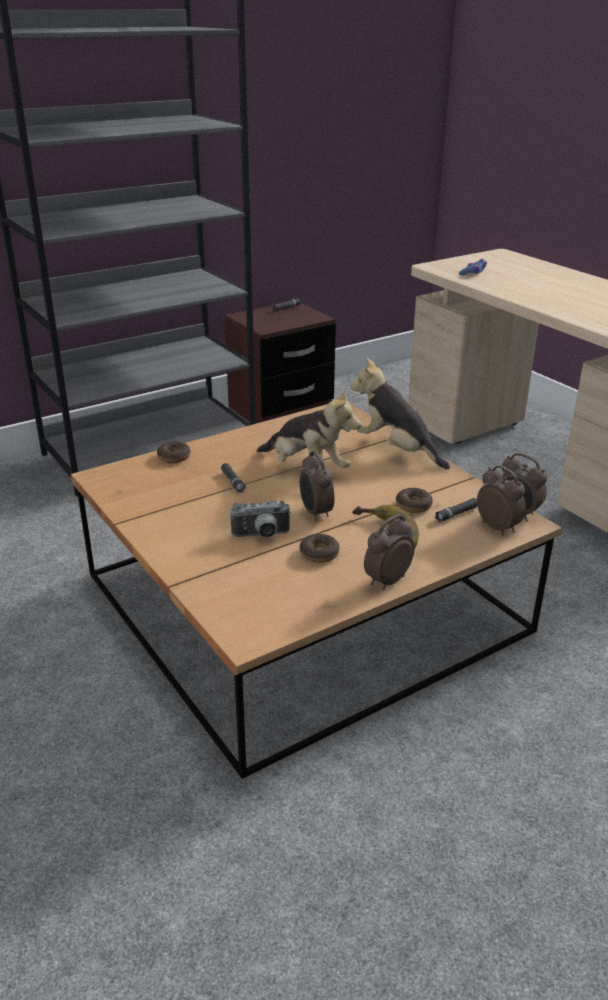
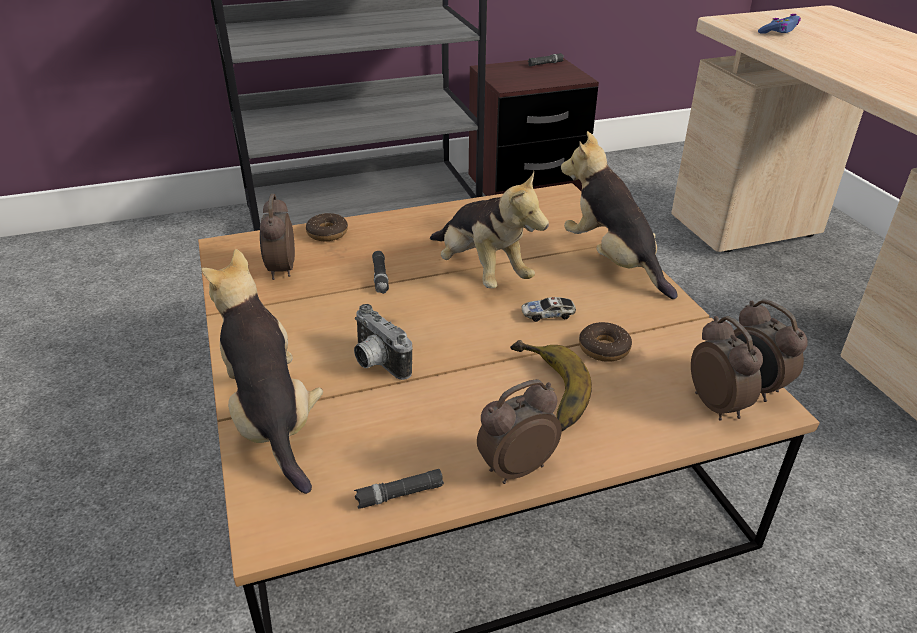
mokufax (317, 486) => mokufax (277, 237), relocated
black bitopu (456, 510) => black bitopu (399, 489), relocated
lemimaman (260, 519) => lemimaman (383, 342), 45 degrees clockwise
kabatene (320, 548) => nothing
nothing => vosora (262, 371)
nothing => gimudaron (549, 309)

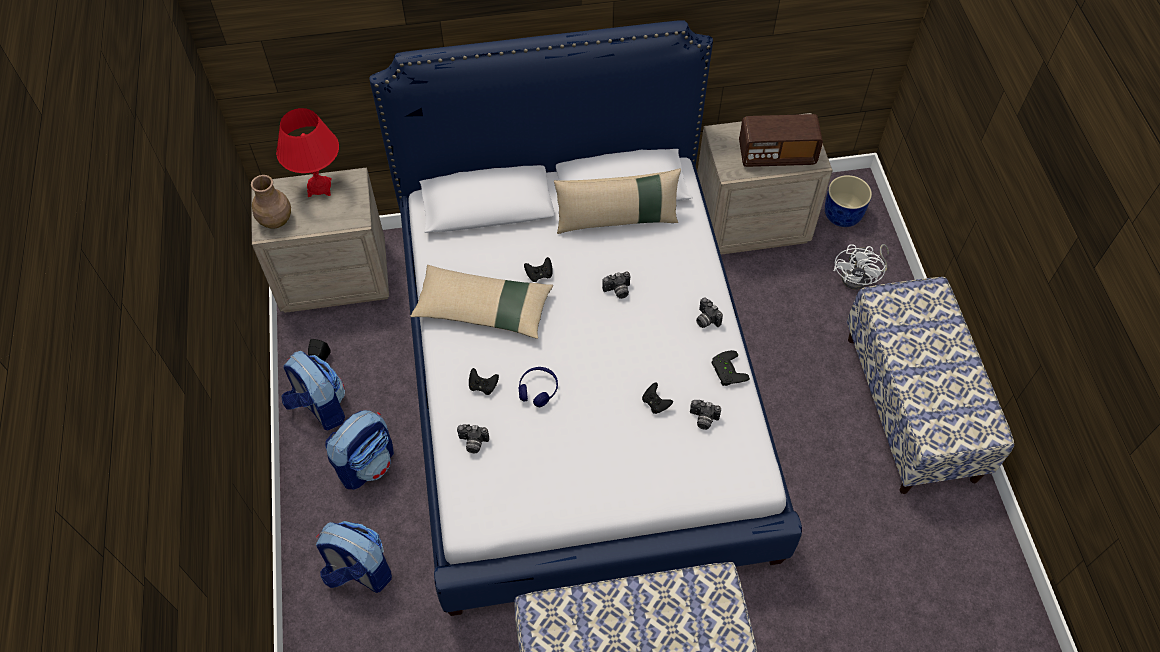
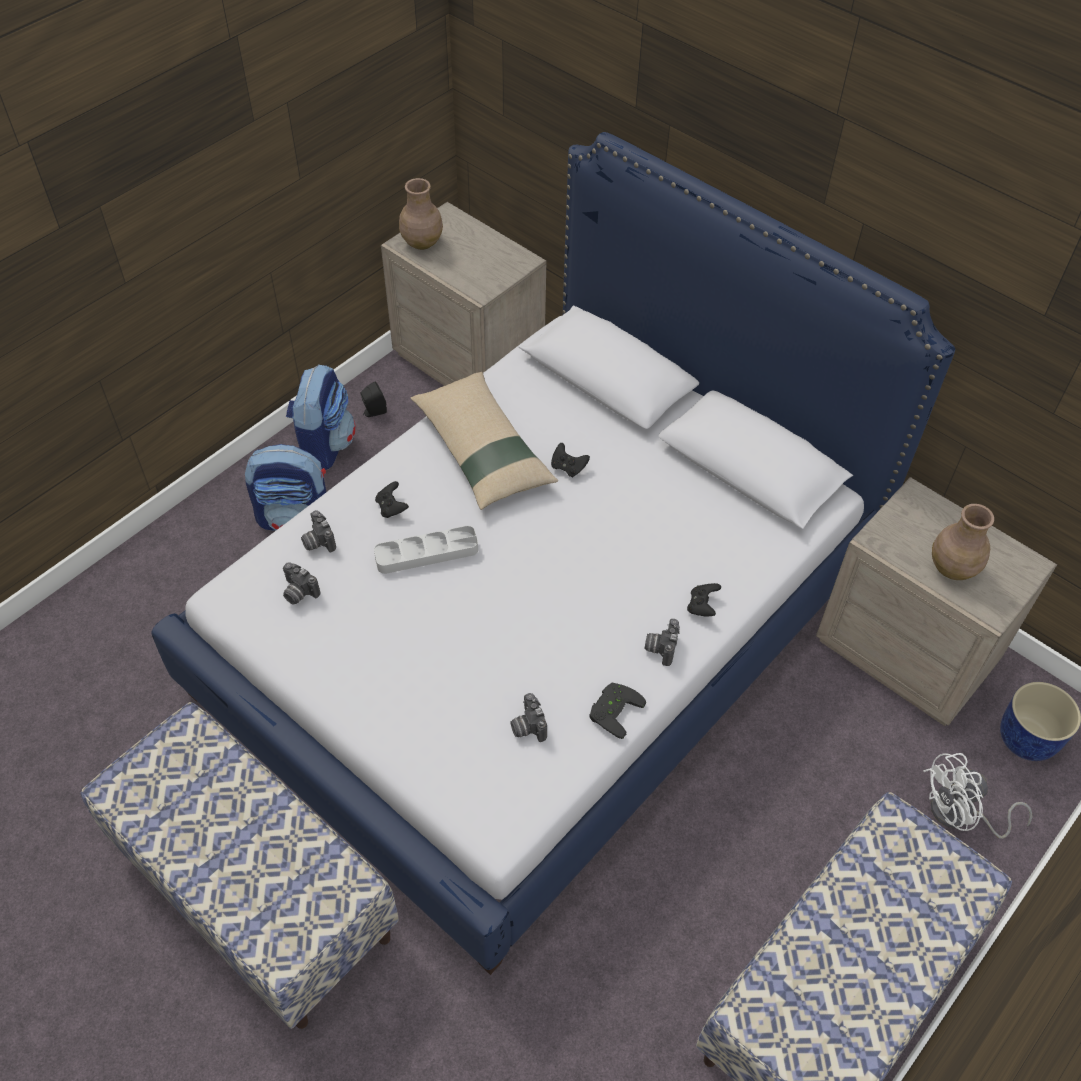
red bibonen (307, 152) => nothing
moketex (781, 140) => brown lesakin (963, 542)
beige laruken (617, 201) => nothing
lemimaman (616, 285) => lemimaman (301, 583), relocated
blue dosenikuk (538, 387) => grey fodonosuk (426, 550)
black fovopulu (657, 398) => black fovopulu (704, 599), relocated
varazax (354, 557) => nothing

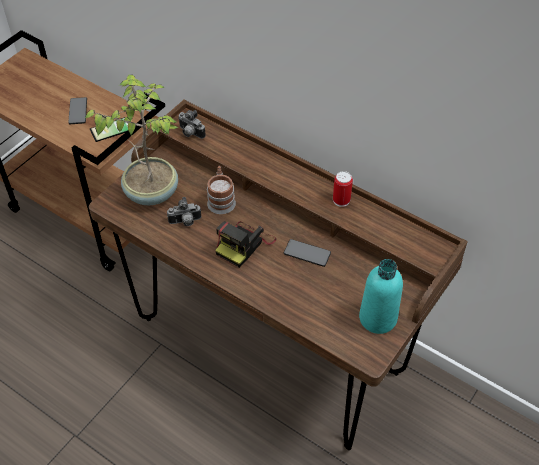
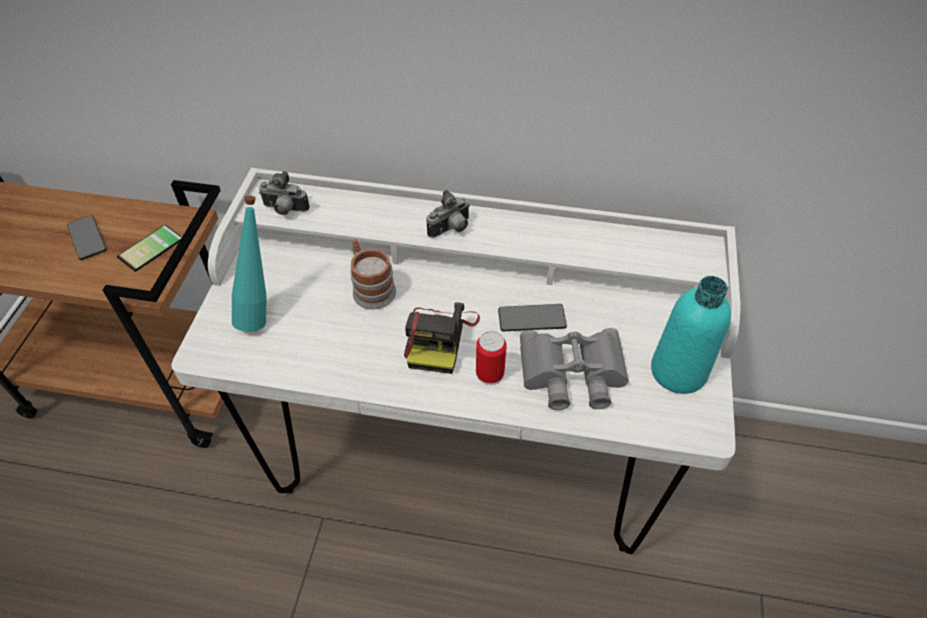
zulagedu (132, 140) => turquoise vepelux (249, 264)
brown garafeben (278, 274) => white garafeben (455, 361)
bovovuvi (343, 189) => bovovuvi (491, 358), relocated
lemimaman (184, 211) => lemimaman (448, 214), relocated
nothing => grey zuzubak (574, 369)

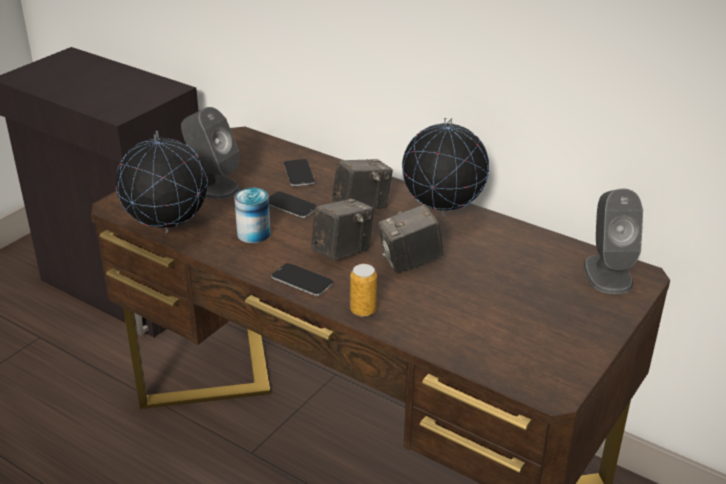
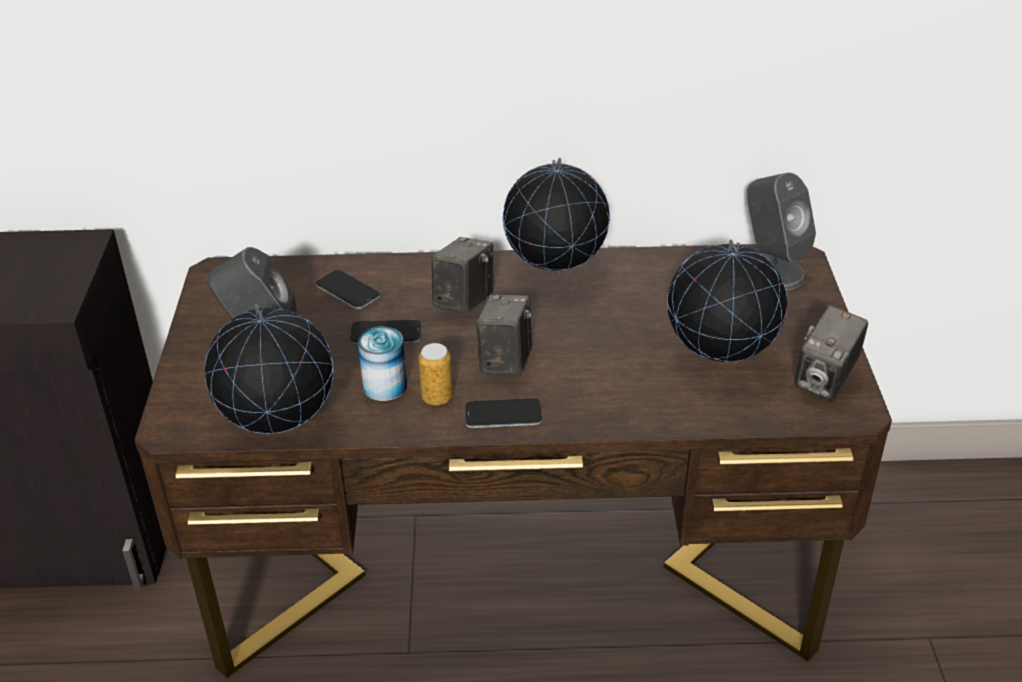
lemimaman (411, 239) => lemimaman (831, 353), relocated
bovovuvi (363, 290) => bovovuvi (435, 374), relocated
nothing => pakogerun (727, 300)

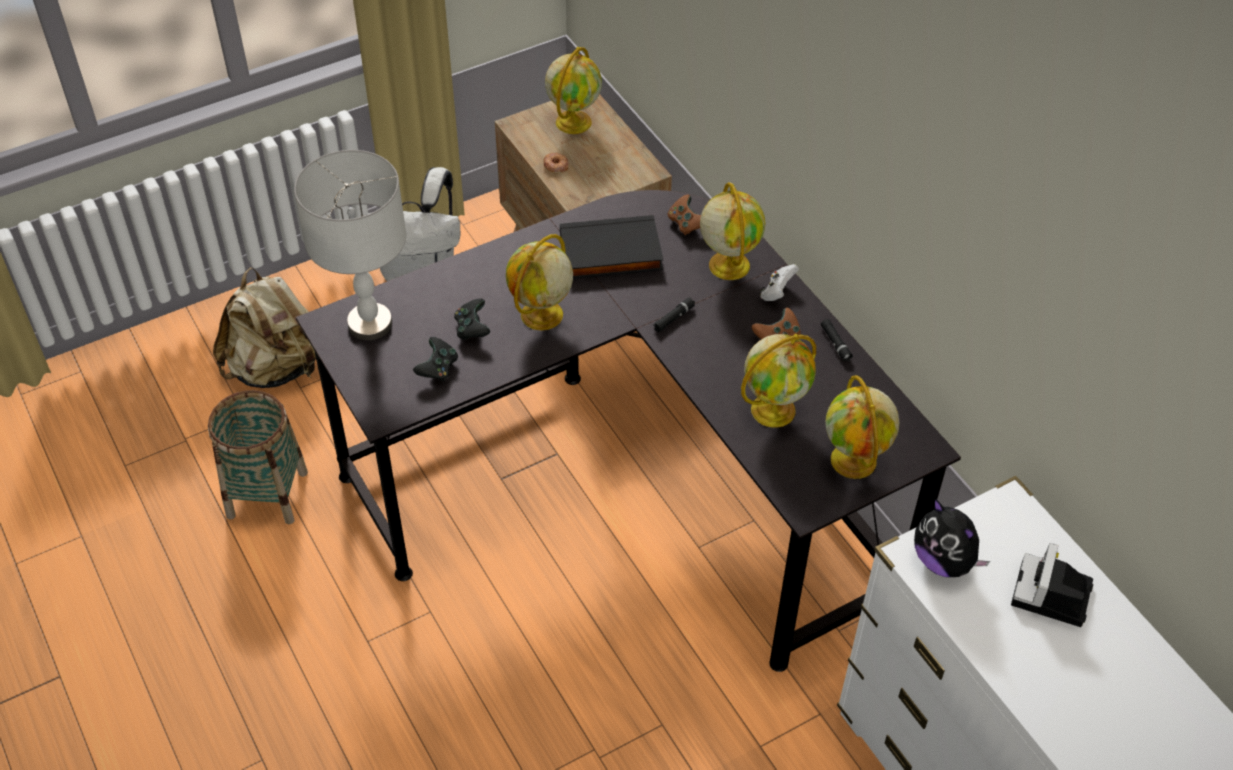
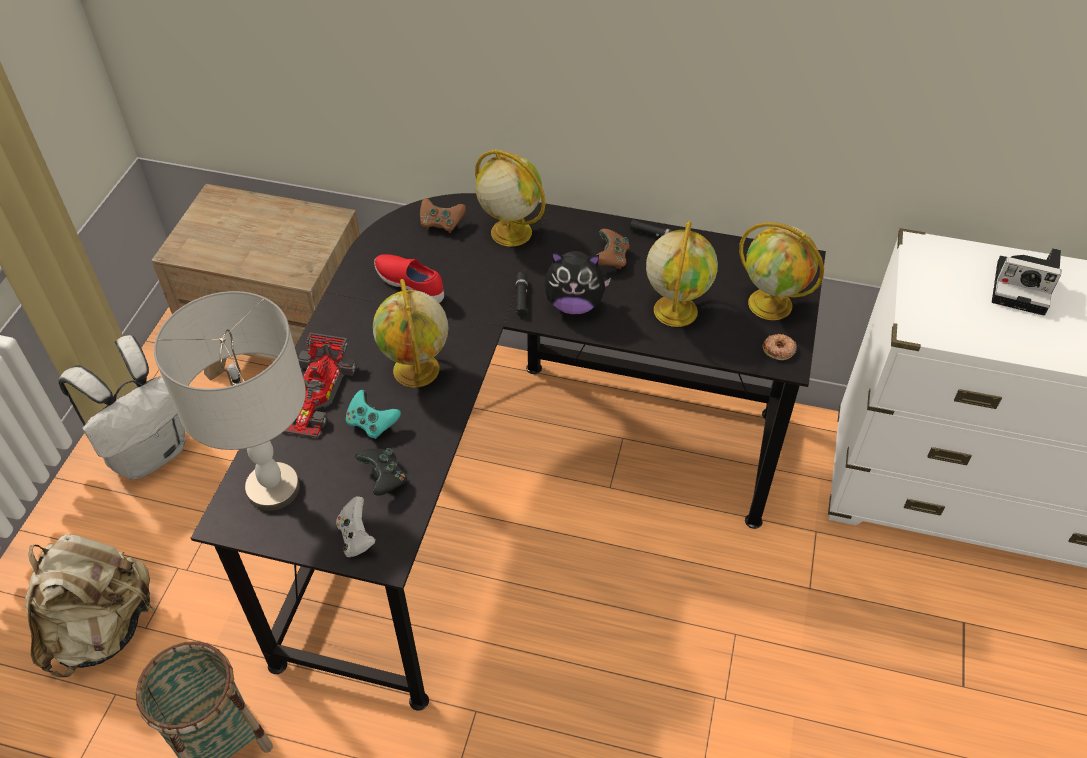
pakogerun (573, 90) => nothing
kabatene (556, 162) => kabatene (780, 347), relocated
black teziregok (611, 247) => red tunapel (409, 278)
white fovopulu (779, 282) => white fovopulu (356, 527), relocated
black fovopulu (472, 319) => turquoise fovopulu (373, 414)
vosora (952, 537) => vosora (577, 282), relocated
lemimaman (1052, 585) => lemimaman (1026, 282), 45 degrees counterclockwise
nothing => gimudaron (320, 385)

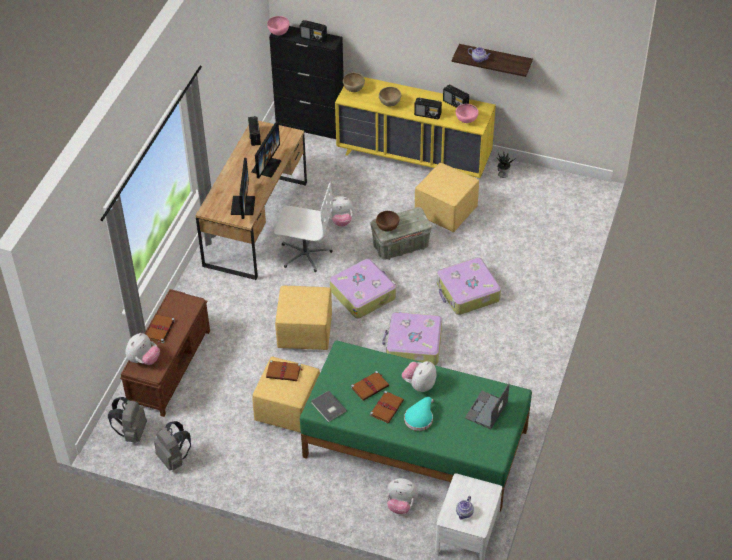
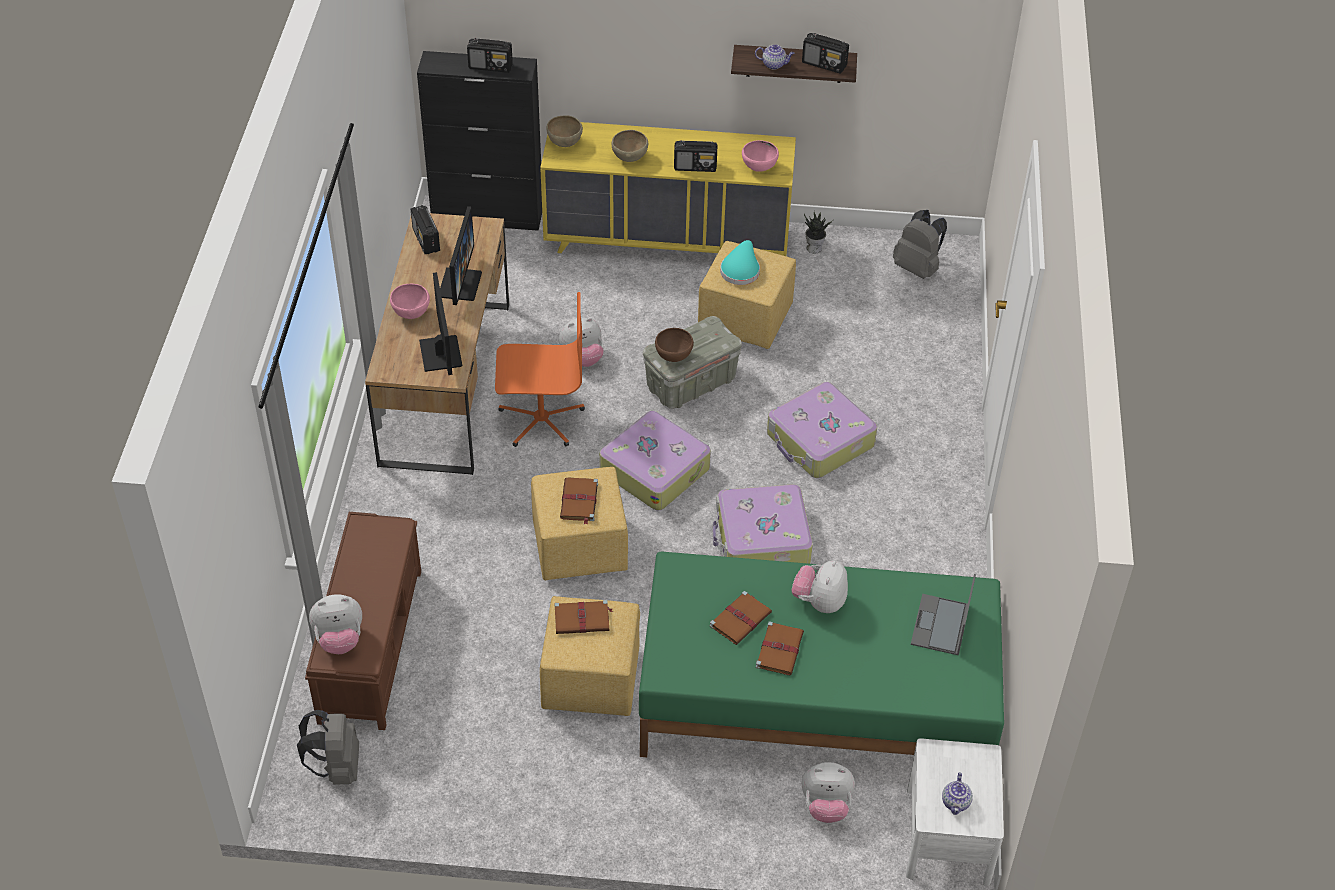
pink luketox (278, 26) => pink luketox (410, 301), relocated
moketex (456, 96) => moketex (825, 53), relocated
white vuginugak (303, 226) => orange vuginugak (540, 369)
brown teziregok (160, 329) => brown teziregok (579, 501), relocated
vosora (142, 349) => vosora (335, 624), 60 degrees clockwise
grey teziregok (329, 406) => nothing
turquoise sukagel (418, 414) => turquoise sukagel (740, 262), relocated
grey varazax (172, 446) => grey varazax (920, 244), relocated

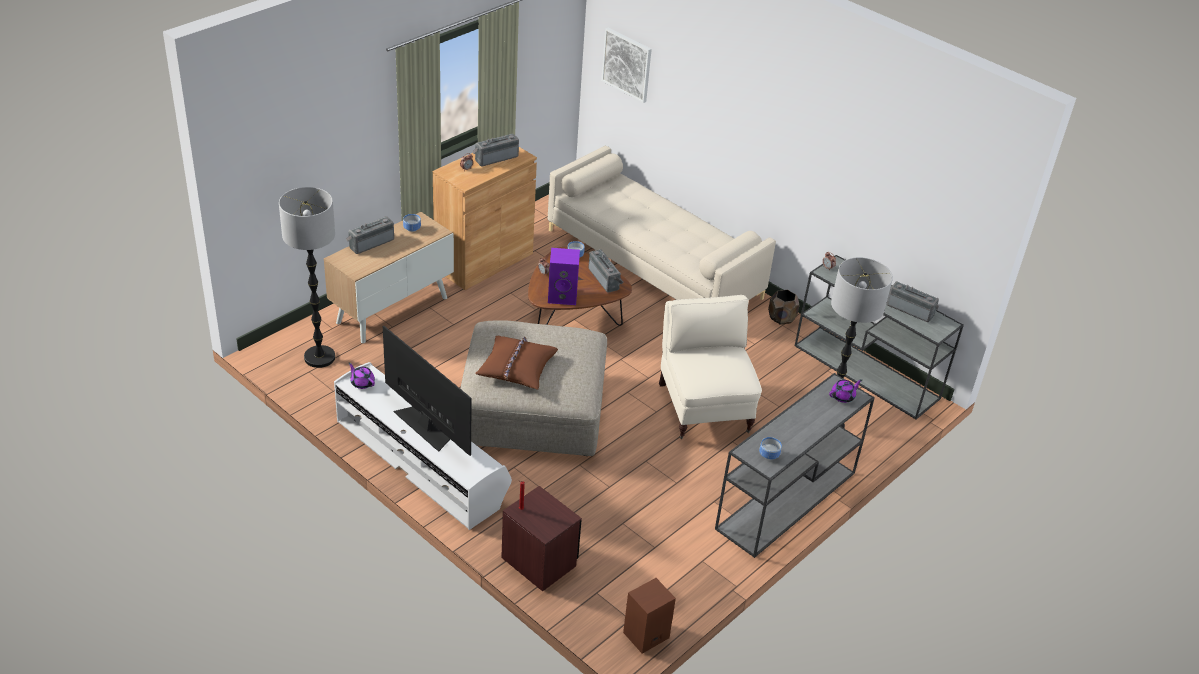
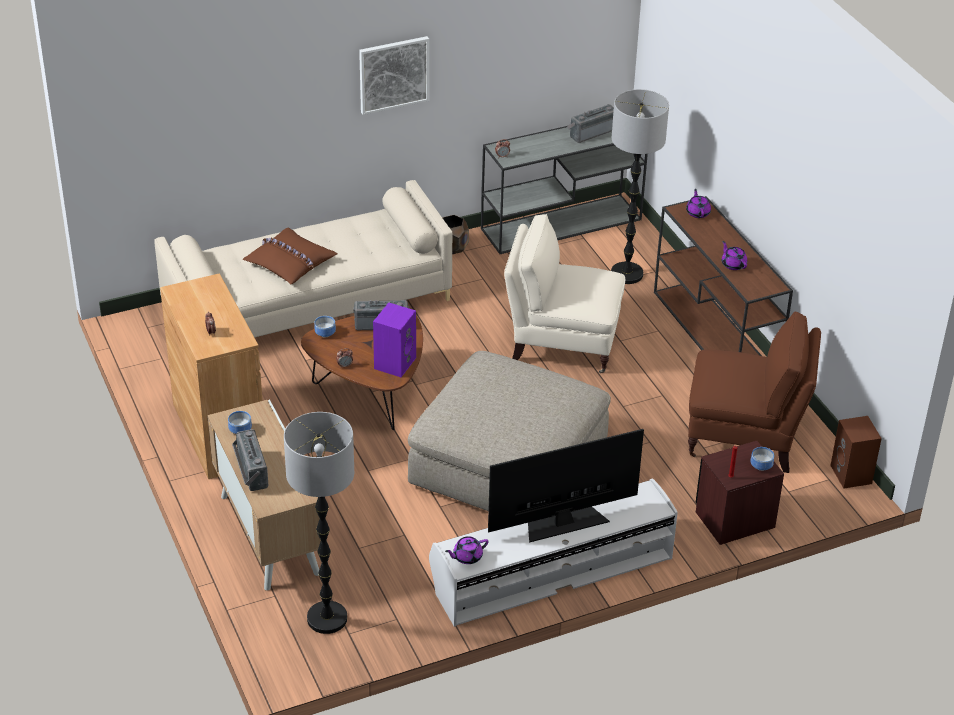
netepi (626, 65) => netepi (394, 75), relocated
moketex (496, 149) => nothing
brown laruken (516, 363) => brown laruken (290, 256), relocated
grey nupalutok (795, 465) => brown nupalutok (723, 276)
luketox (770, 448) => luketox (762, 459), relocated
nothing => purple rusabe (734, 255)
nothing => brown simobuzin (754, 392)

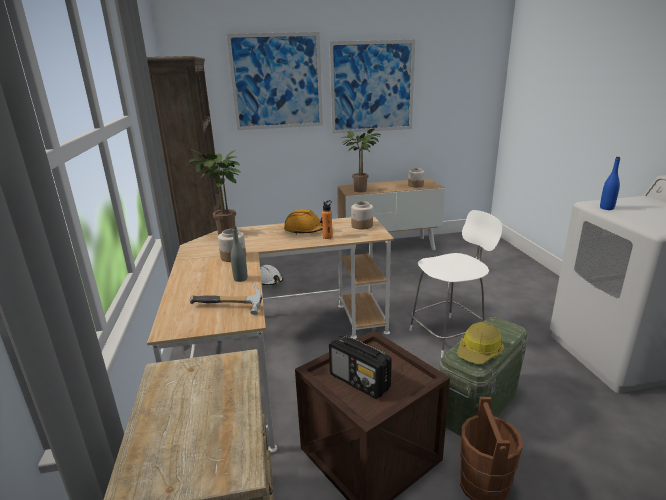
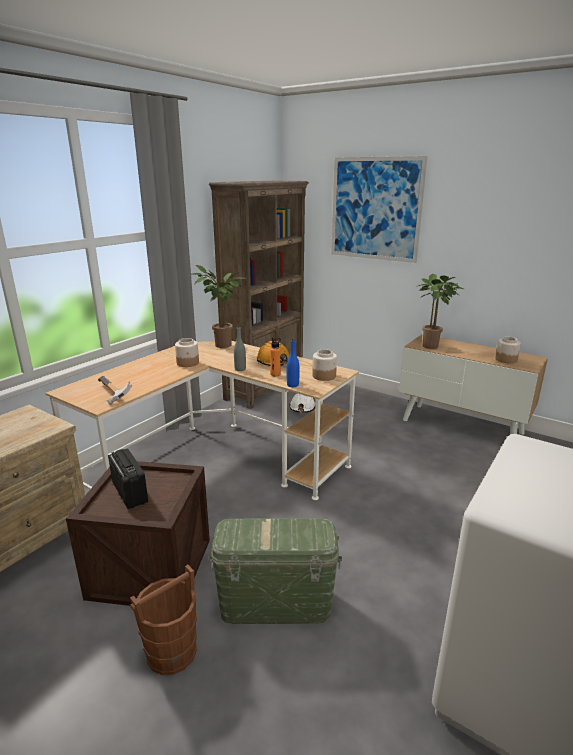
netepi (372, 87) => nothing
blue vepelux (610, 183) => blue vepelux (293, 363), relocated
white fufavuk (456, 283) => nothing
grey vepelux (239, 254) => grey vepelux (240, 348), relocated
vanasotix (480, 343) => nothing
moketex (360, 367) => moketex (128, 479), 150 degrees clockwise

